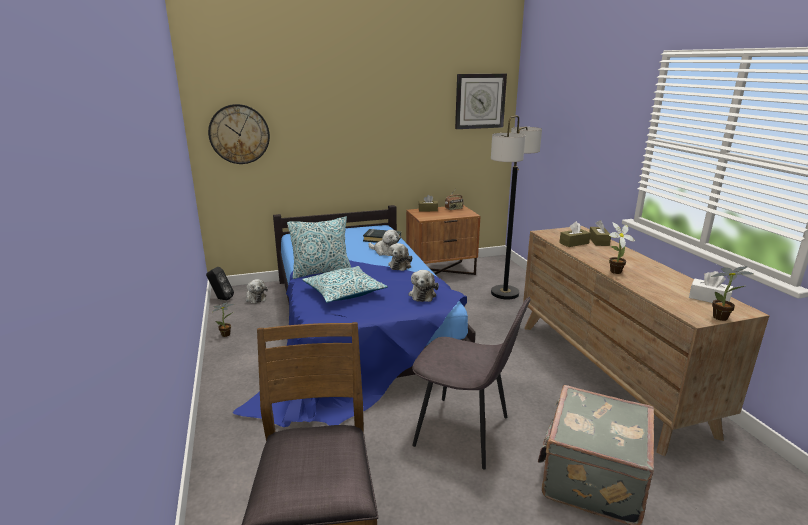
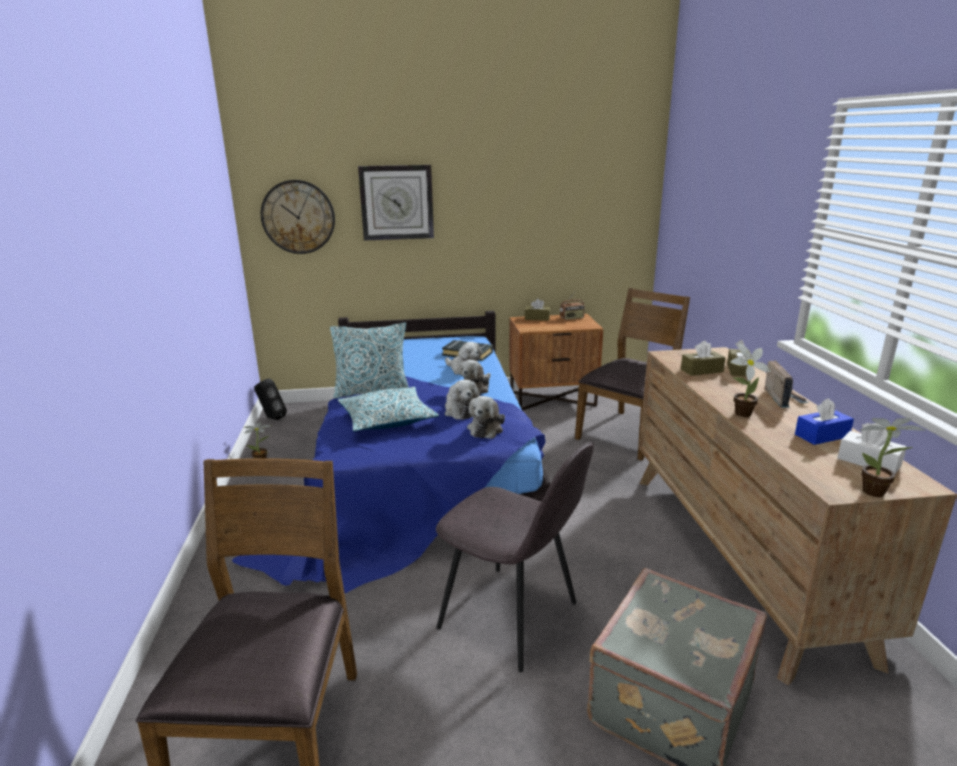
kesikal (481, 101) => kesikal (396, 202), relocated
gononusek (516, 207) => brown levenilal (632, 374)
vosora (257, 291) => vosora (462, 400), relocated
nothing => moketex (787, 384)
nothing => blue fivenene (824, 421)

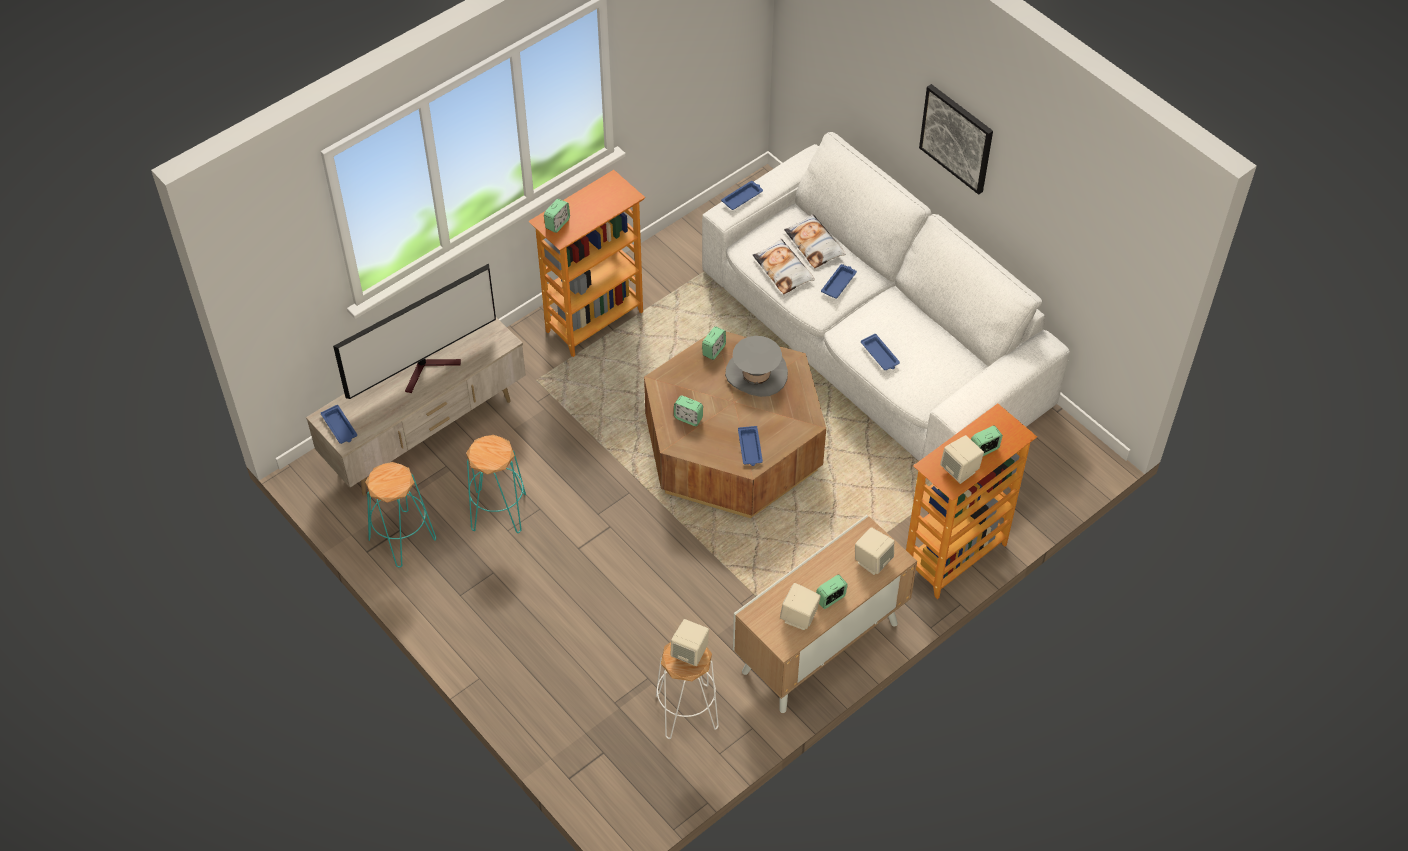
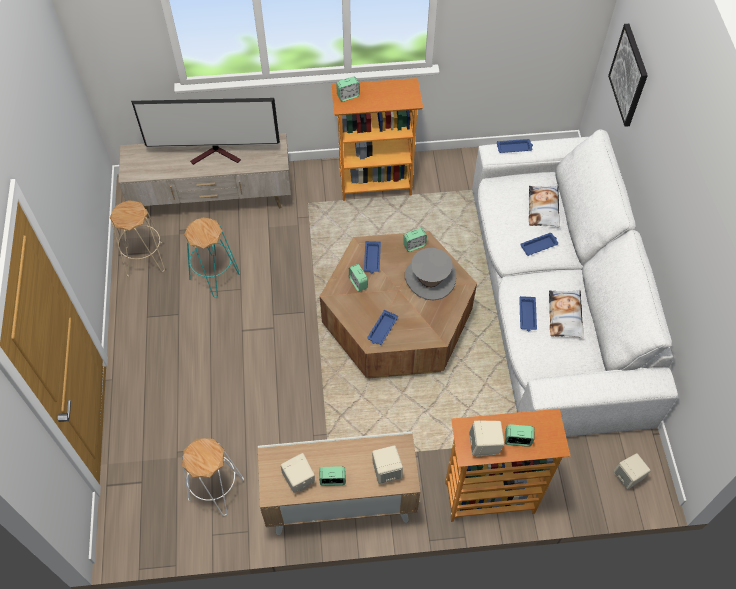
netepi (956, 139) => netepi (628, 75), relocated
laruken (783, 266) => laruken (566, 314), relocated
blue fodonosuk (339, 424) => blue fodonosuk (372, 257), relocated
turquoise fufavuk (400, 514) => beige fufavuk (137, 238)
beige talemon (689, 642) => beige talemon (632, 471), relocated

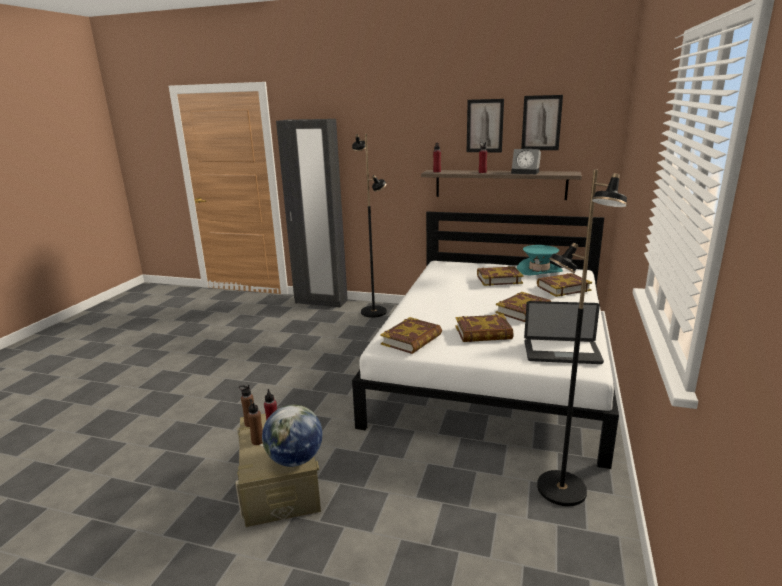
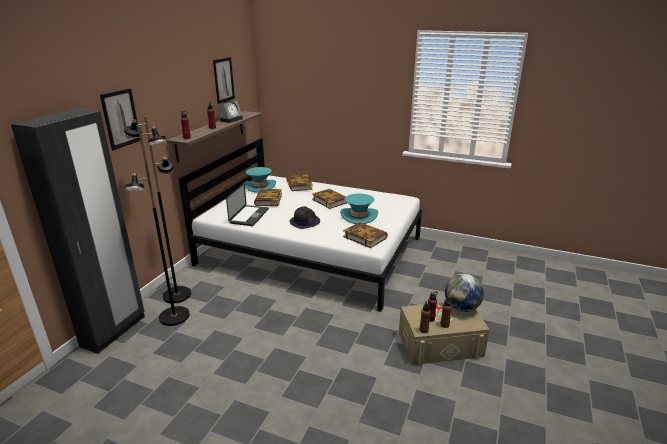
netepi (485, 125) => netepi (120, 119), relocated
black gononusek (582, 337) => black gononusek (157, 226), relocated
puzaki (564, 332) => puzaki (247, 204), relocated
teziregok (484, 328) => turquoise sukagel (359, 208)
nothing => black sukagel (304, 217)

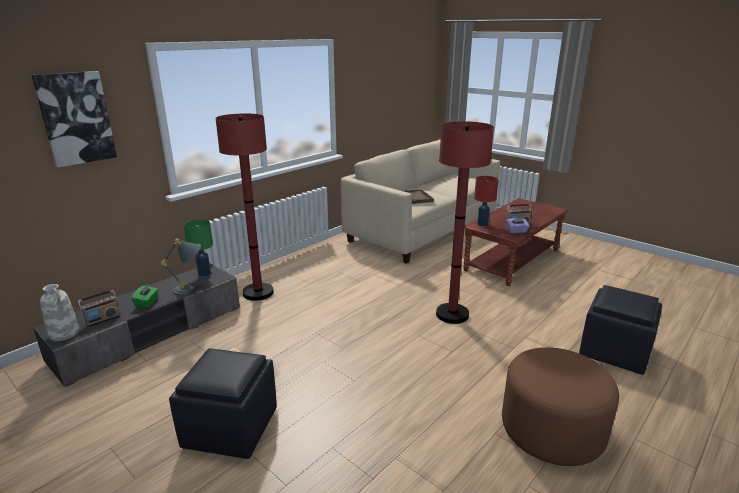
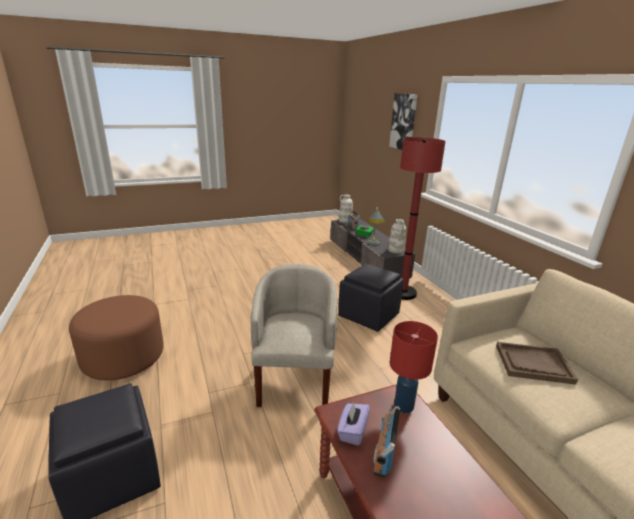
red gononusek (465, 222) => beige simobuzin (294, 335)
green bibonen (198, 248) => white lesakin (397, 236)
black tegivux (223, 403) => black tegivux (371, 298), relocated

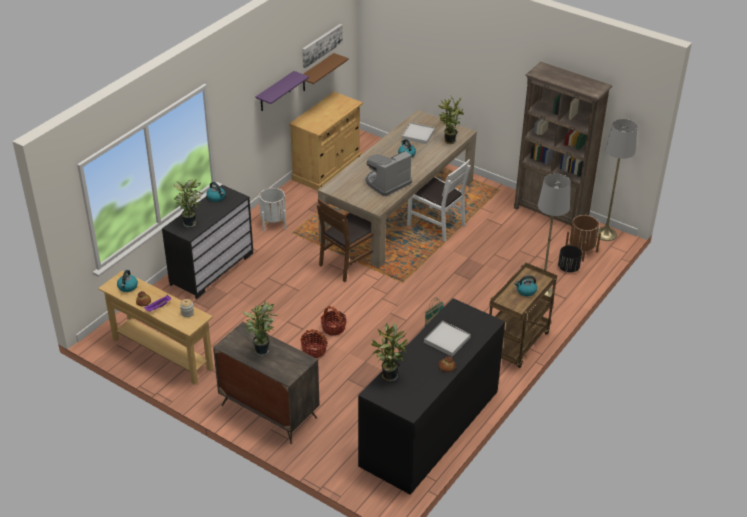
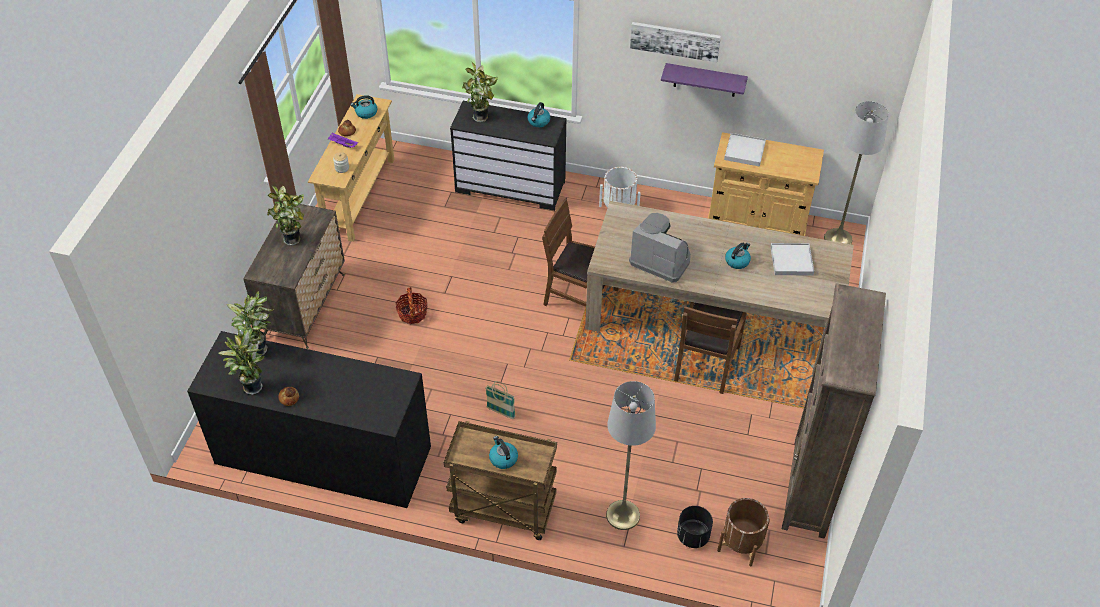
netepi (322, 46) => netepi (675, 42), relocated
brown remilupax (326, 72) => nothing
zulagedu (451, 120) => zulagedu (241, 361), relocated
grey gononusek (617, 180) => grey gononusek (856, 172), relocated
white levenilal (439, 200) => brown levenilal (710, 348)
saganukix (334, 321) => nothing
white fodonosuk (447, 338) => white fodonosuk (745, 150), relocated

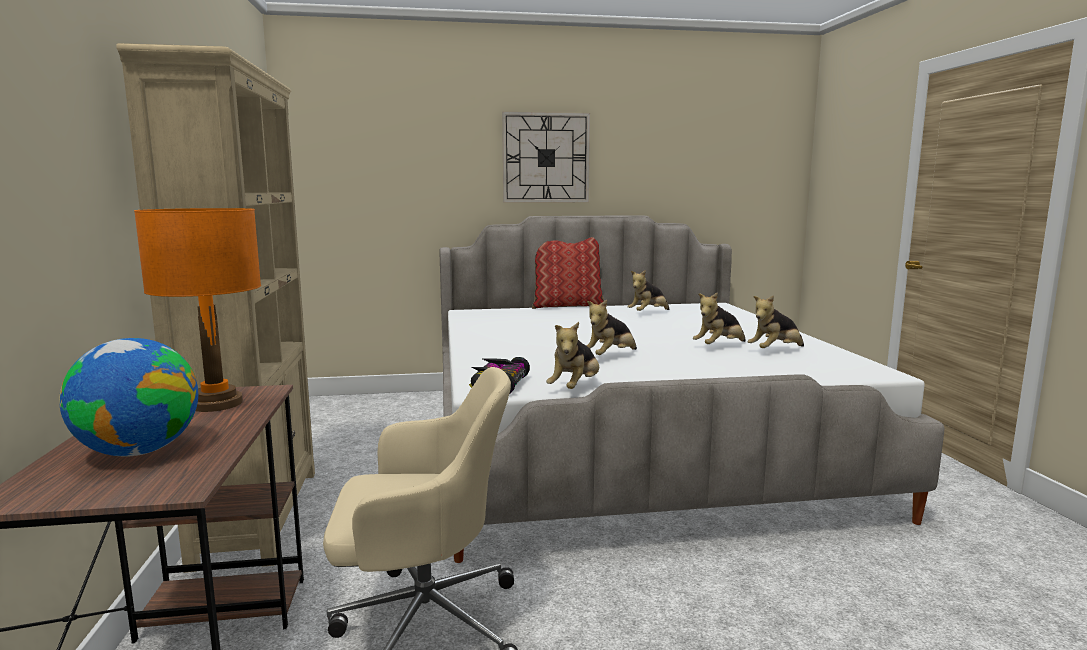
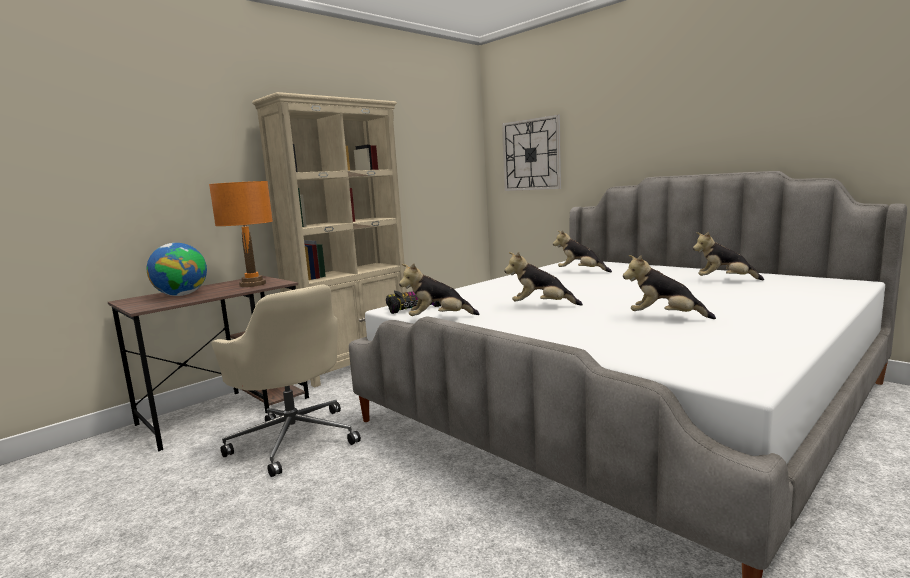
kesikal (546, 157) => kesikal (531, 153), relocated
laruken (568, 273) => nothing
vosora (776, 321) => vosora (582, 251), relocated

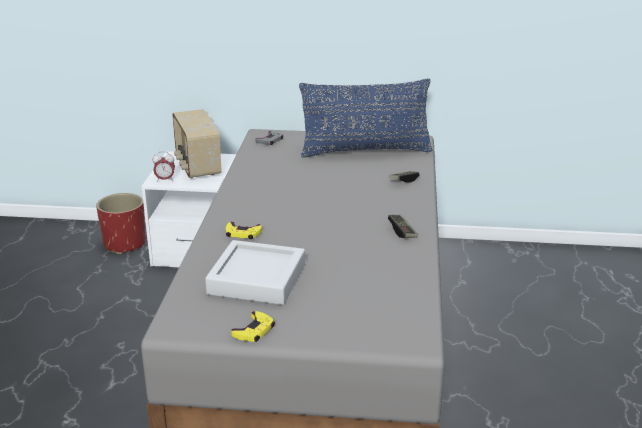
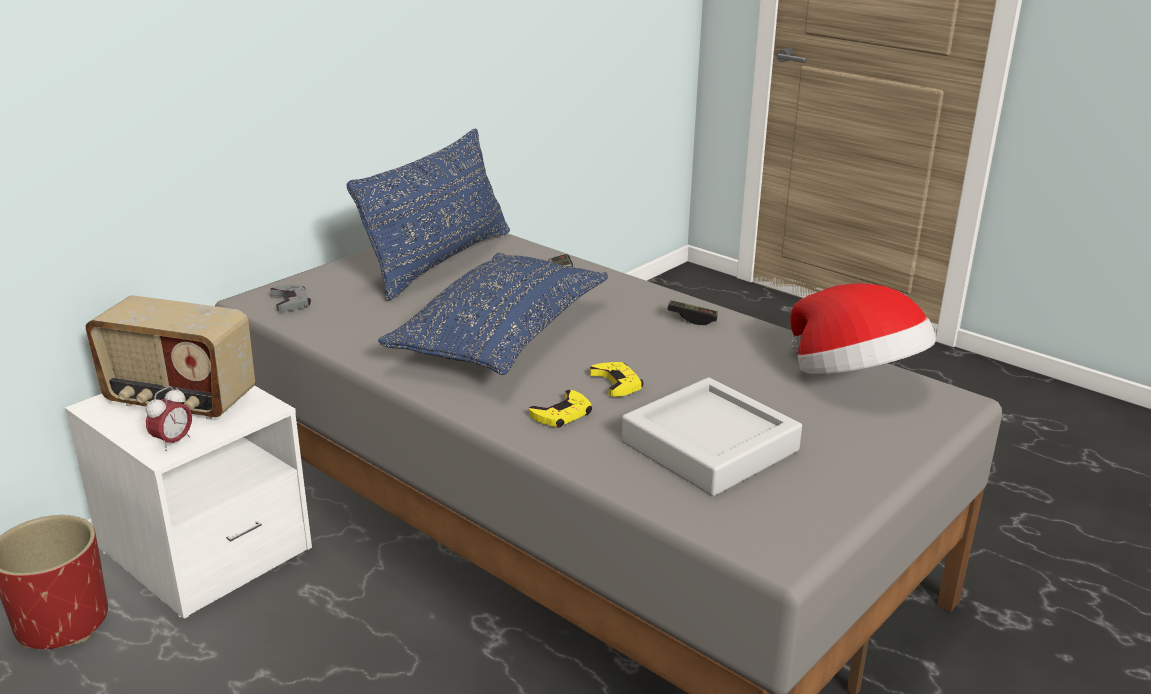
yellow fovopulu (253, 326) => yellow fovopulu (617, 379), relocated
nothing => blue laruken (493, 314)
nothing => sukagel (863, 328)

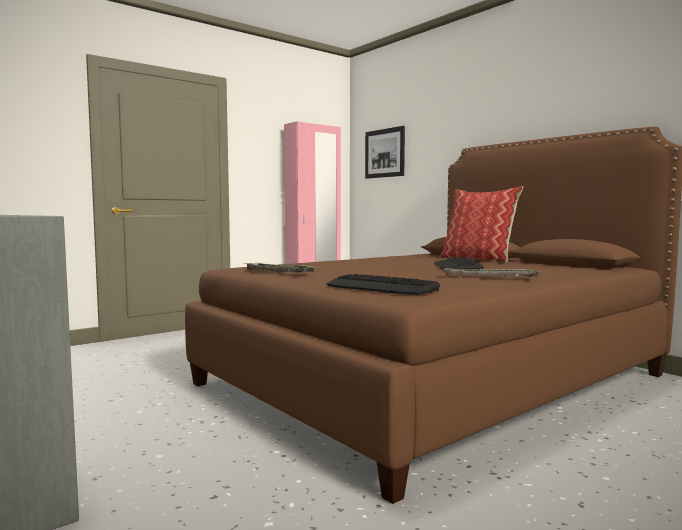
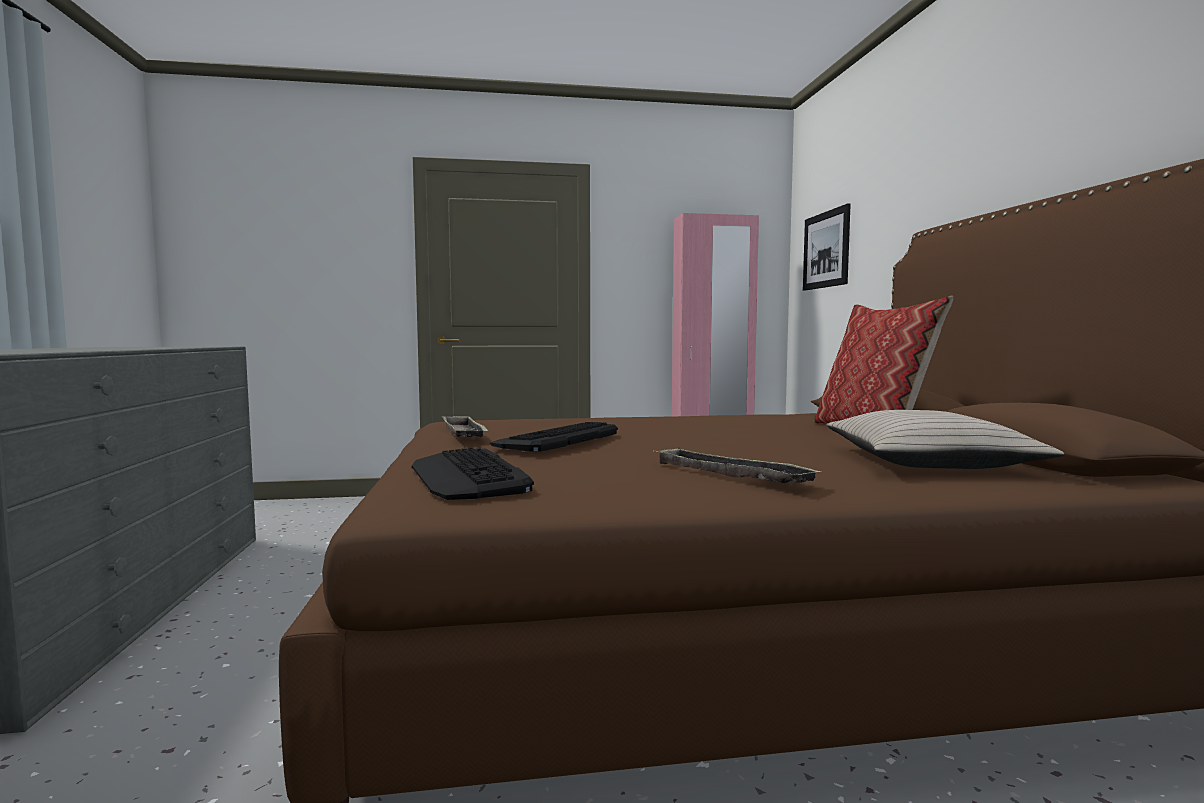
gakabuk (459, 264) => gakabuk (554, 437), relocated
nothing => beige laruken (945, 439)

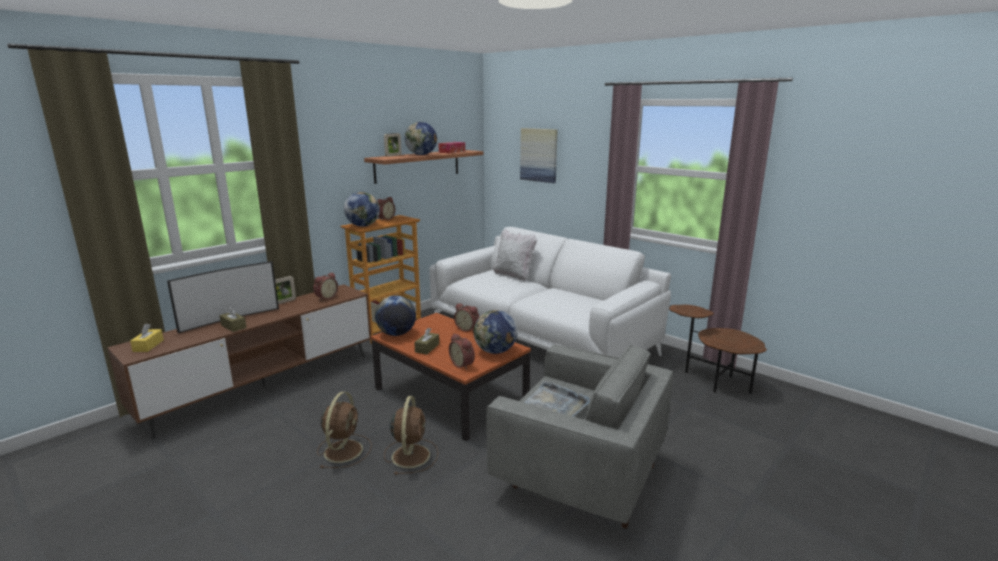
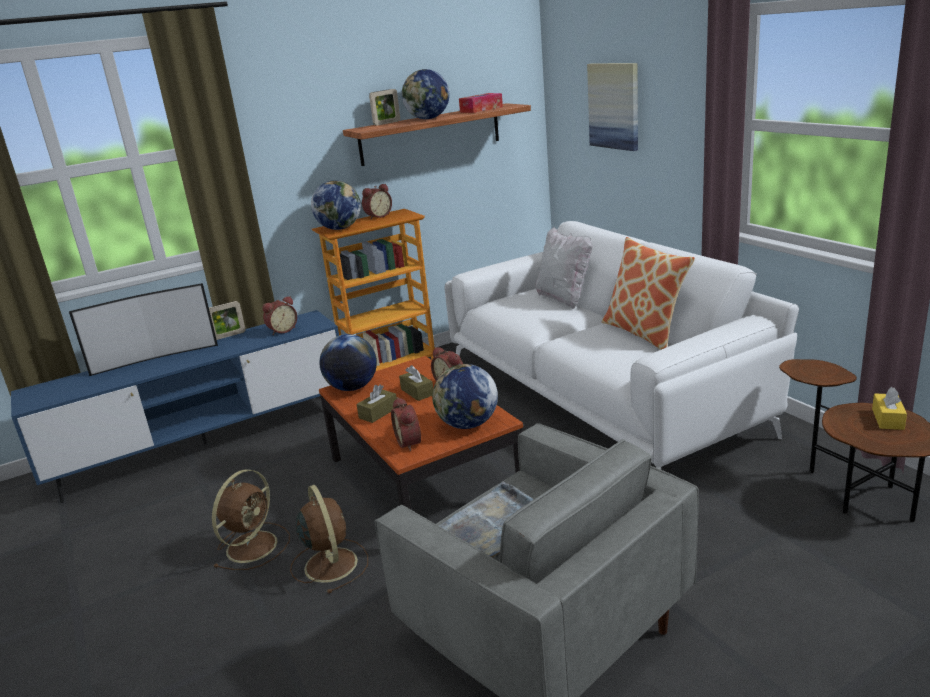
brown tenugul (239, 361) => blue tenugul (175, 406)
brown fivenene (233, 319) => brown fivenene (416, 383), relocated
yellow fivenene (147, 338) => yellow fivenene (889, 408), relocated
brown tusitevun (411, 435) => brown tusitevun (329, 539), 45 degrees counterclockwise
nothing => laruken (648, 293)

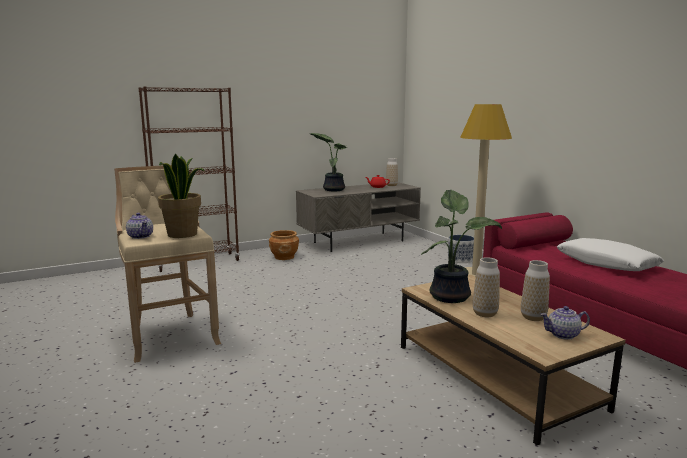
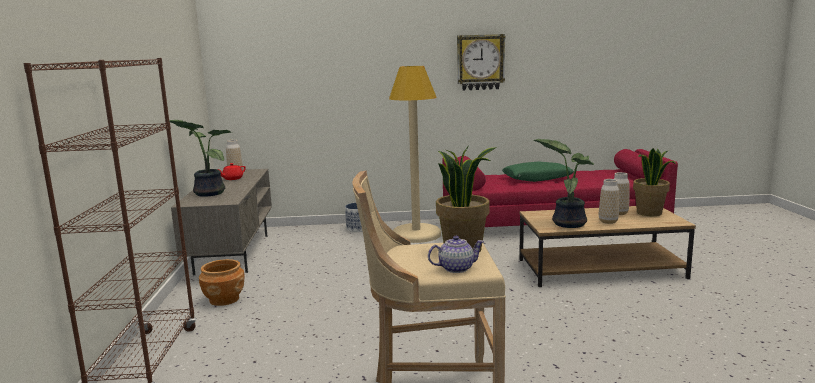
white laruken (610, 254) => green laruken (538, 171)
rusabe (565, 323) => zulagedu (654, 182)
nothing => kesikal (481, 62)

